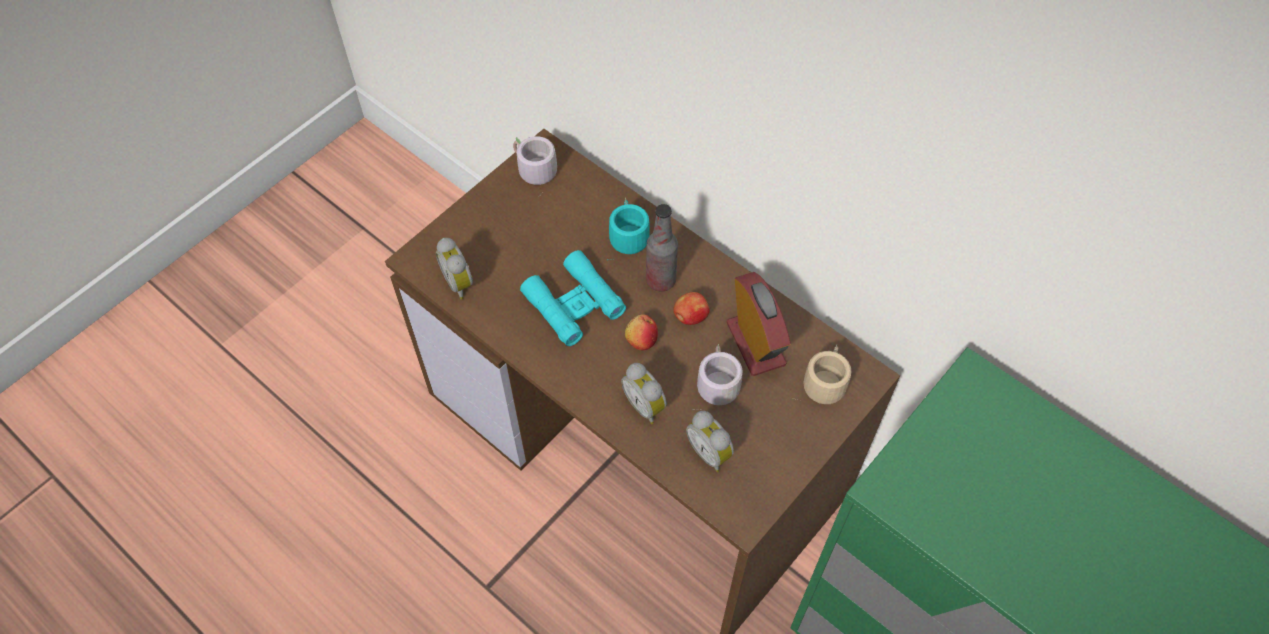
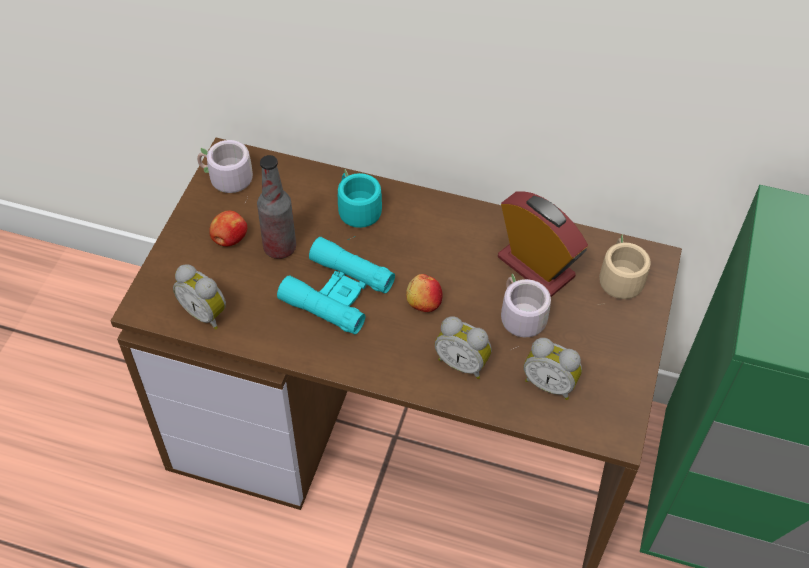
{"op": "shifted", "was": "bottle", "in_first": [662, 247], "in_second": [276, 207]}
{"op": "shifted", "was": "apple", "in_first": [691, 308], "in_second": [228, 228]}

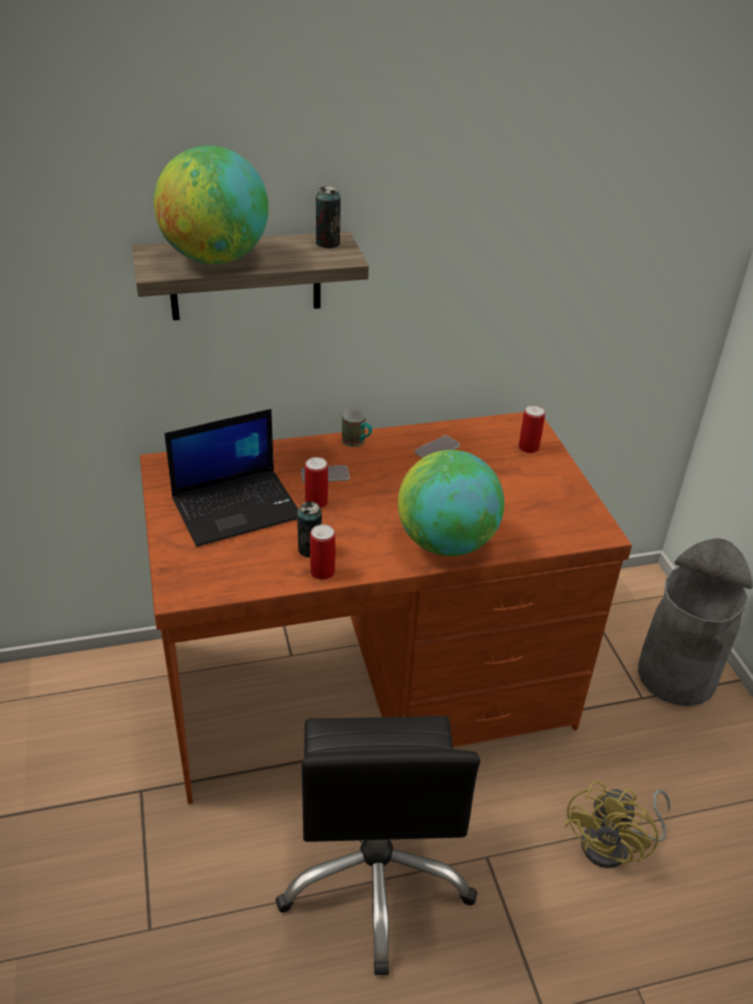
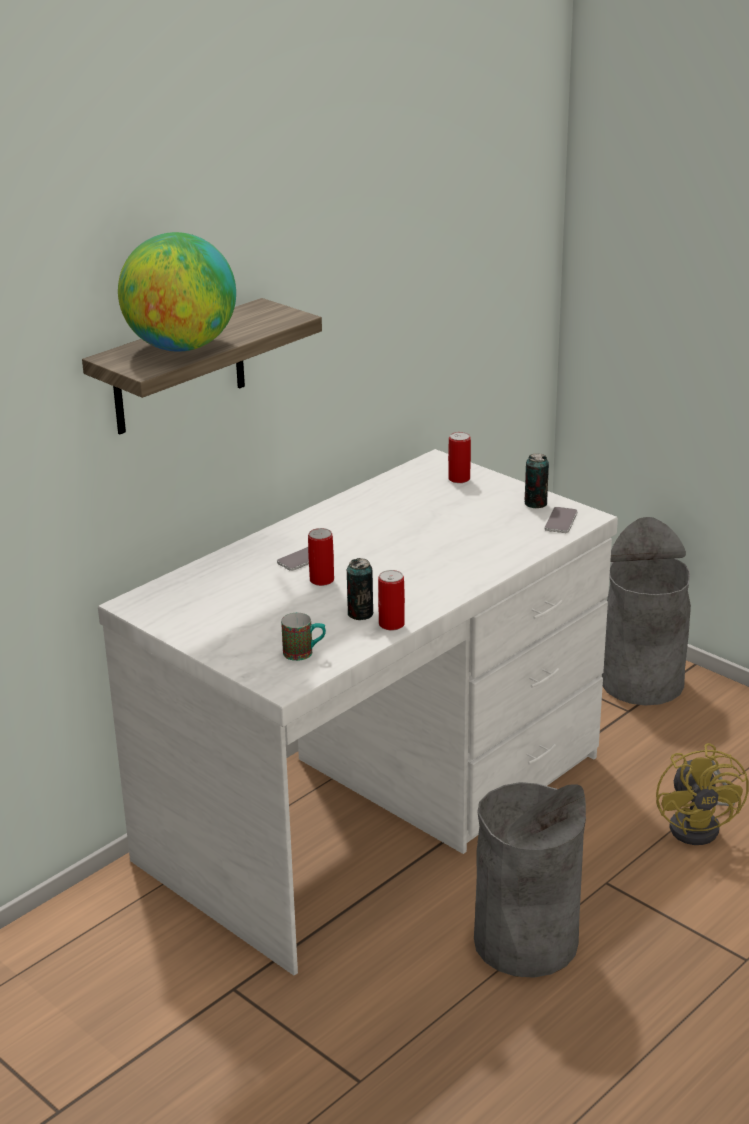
{"op": "shifted", "was": "can", "in_first": [328, 217], "in_second": [536, 481]}
{"op": "gone", "was": "laptop", "in_first": [231, 478]}
{"op": "shifted", "was": "mug", "in_first": [357, 428], "in_second": [303, 637]}
{"op": "repainted", "was": "brown desk", "now": "white desk", "in_first": [386, 608], "in_second": [358, 712]}
{"op": "shifted", "was": "phone", "in_first": [437, 446], "in_second": [561, 520]}
{"op": "gone", "was": "globe", "in_first": [451, 503]}
{"op": "swapped", "was": "black office chair", "now": "grey trash can", "in_first": [378, 846], "in_second": [530, 880]}

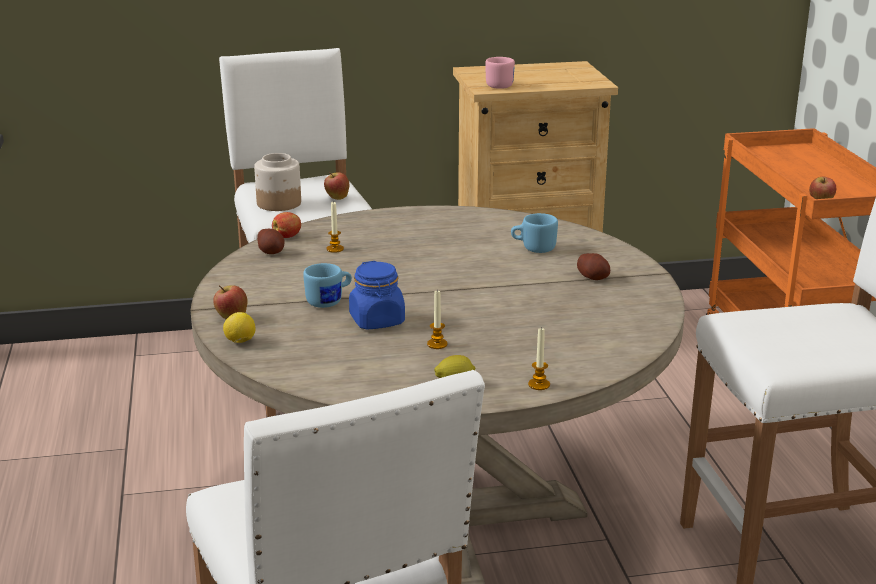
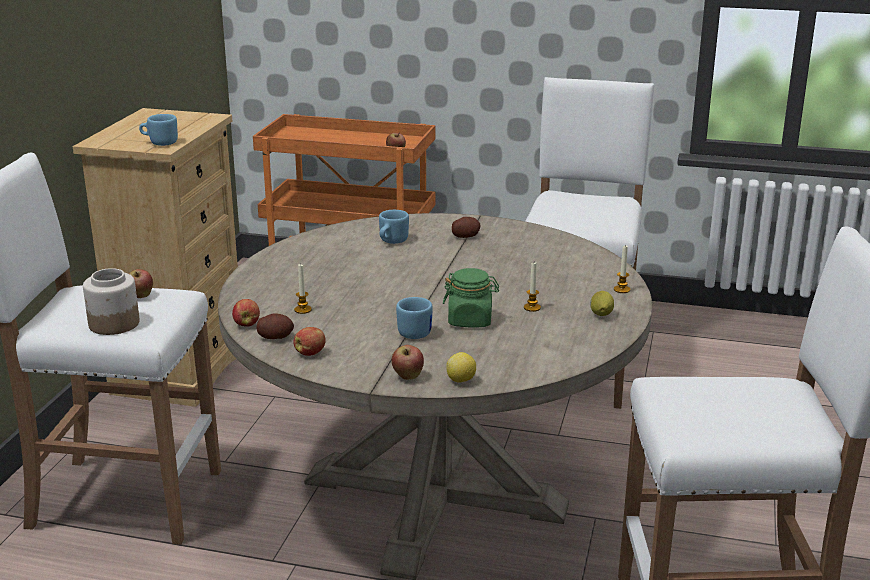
{"op": "repainted", "was": "pink mug", "now": "blue mug", "in_first": [500, 73], "in_second": [158, 130]}
{"op": "repainted", "was": "blue jar", "now": "green jar", "in_first": [377, 295], "in_second": [471, 297]}
{"op": "new", "now": "apple", "in_second": [309, 341]}

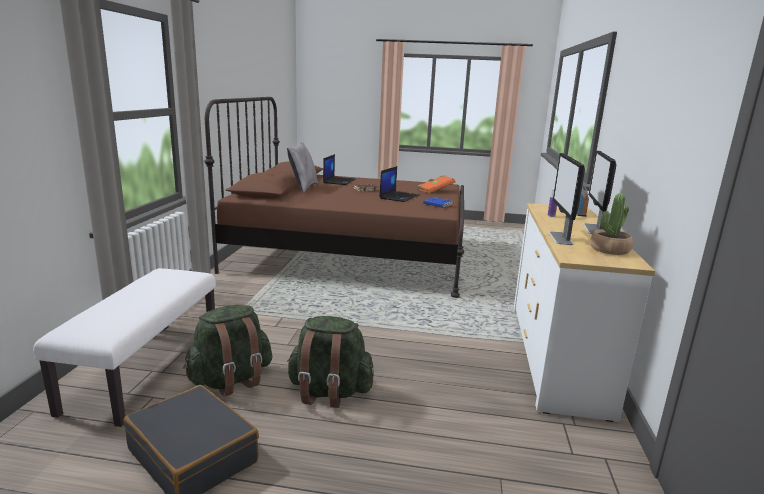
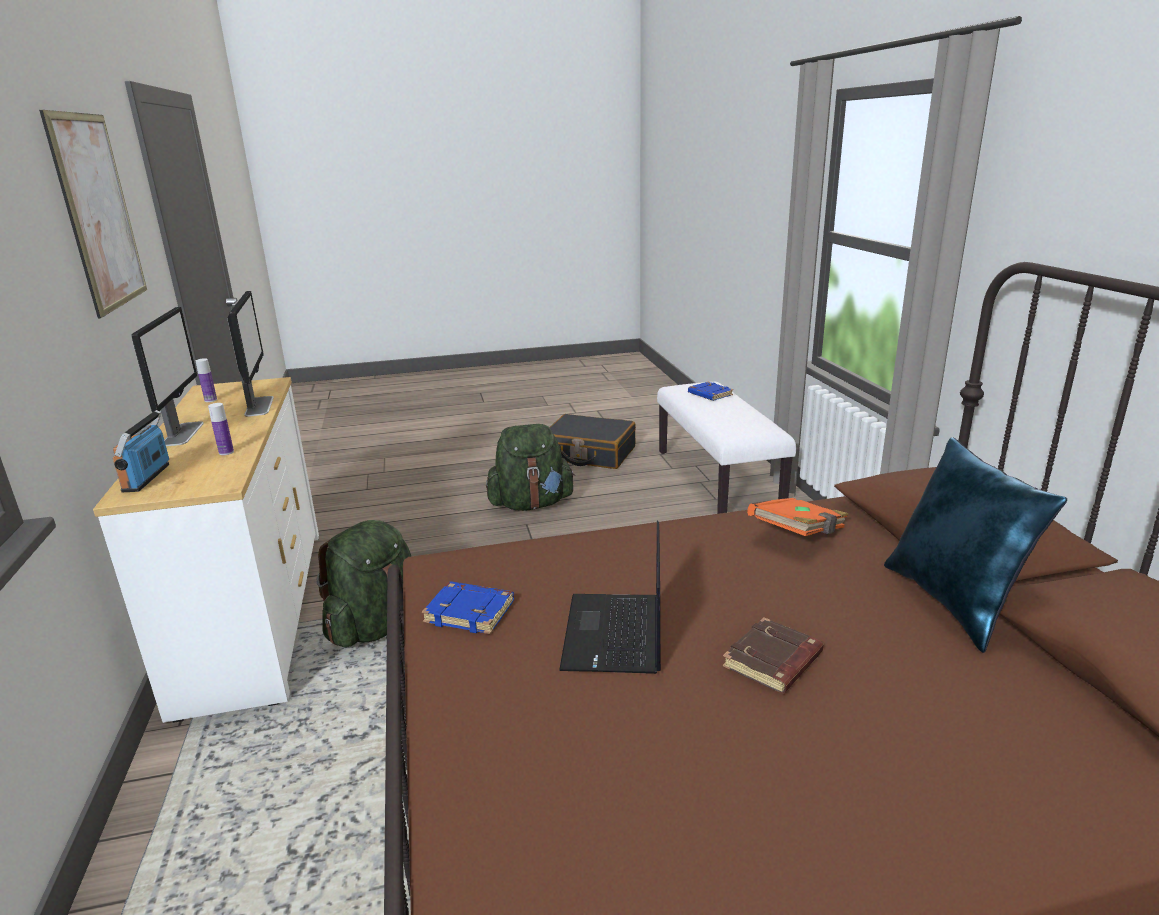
{"op": "repainted", "was": "grey pillow", "now": "blue pillow", "in_first": [302, 167], "in_second": [975, 545]}
{"op": "gone", "was": "laptop", "in_first": [339, 169]}
{"op": "shifted", "was": "orange book", "in_first": [436, 184], "in_second": [798, 517]}
{"op": "swapped", "was": "potted plant", "now": "bottle", "in_first": [611, 224], "in_second": [206, 380]}
{"op": "shifted", "was": "green backpack", "in_first": [227, 351], "in_second": [364, 583]}
{"op": "new", "now": "picture", "in_second": [93, 214]}
{"op": "new", "now": "blue book", "in_second": [710, 391]}

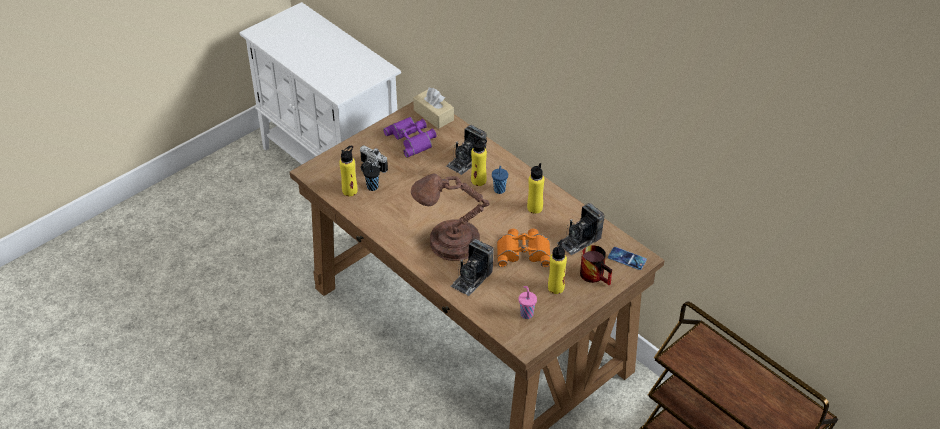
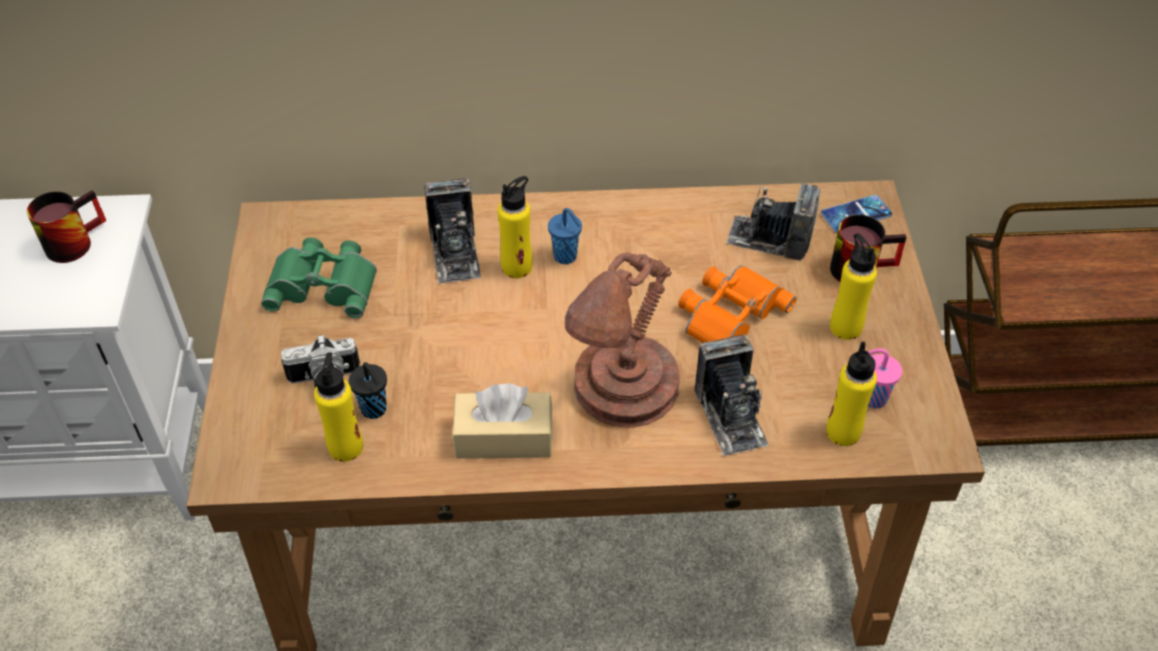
{"op": "shifted", "was": "beige tissue box", "in_first": [433, 108], "in_second": [502, 421]}
{"op": "repainted", "was": "purple binoculars", "now": "green binoculars", "in_first": [409, 137], "in_second": [319, 277]}
{"op": "shifted", "was": "yellow bottle", "in_first": [535, 188], "in_second": [851, 394]}
{"op": "rotated", "was": "photo camera", "in_first": [581, 229], "in_second": [773, 222], "clockwise": 105}
{"op": "new", "now": "mug", "in_second": [66, 226]}

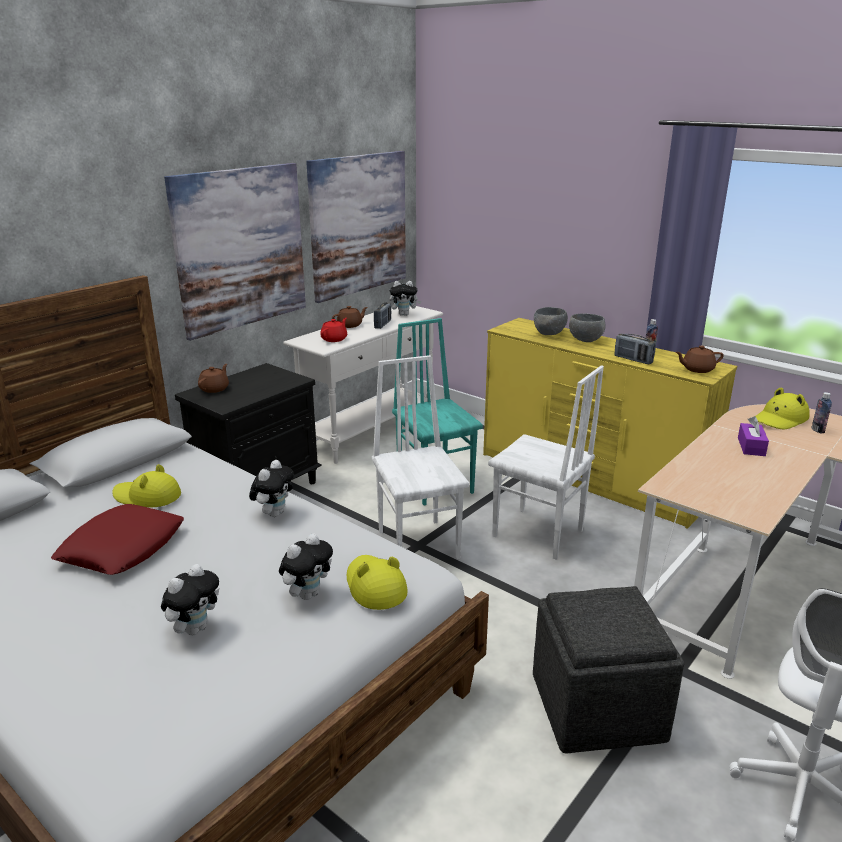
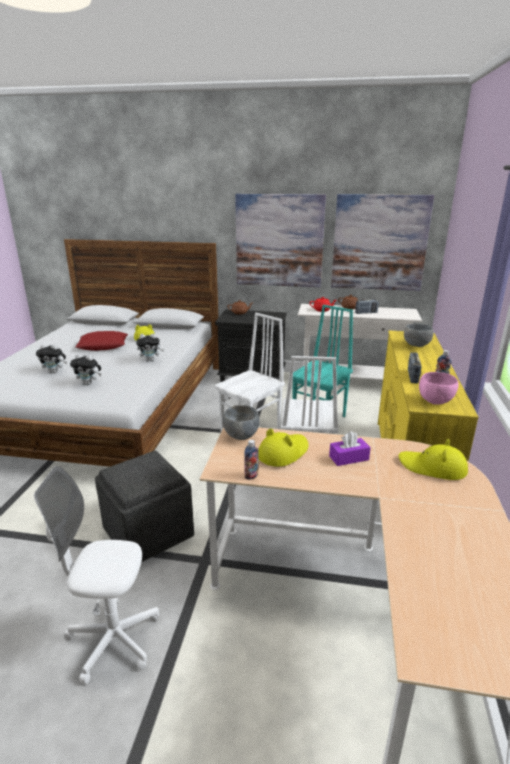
{"op": "gone", "was": "plush toy", "in_first": [405, 298]}
{"op": "shifted", "was": "grey bowl", "in_first": [587, 327], "in_second": [241, 422]}
{"op": "swapped", "was": "brown teapot", "now": "pink bowl", "in_first": [700, 359], "in_second": [438, 388]}
{"op": "shifted", "was": "bottle", "in_first": [821, 412], "in_second": [251, 460]}
{"op": "shifted", "was": "yellow hat", "in_first": [377, 582], "in_second": [283, 447]}

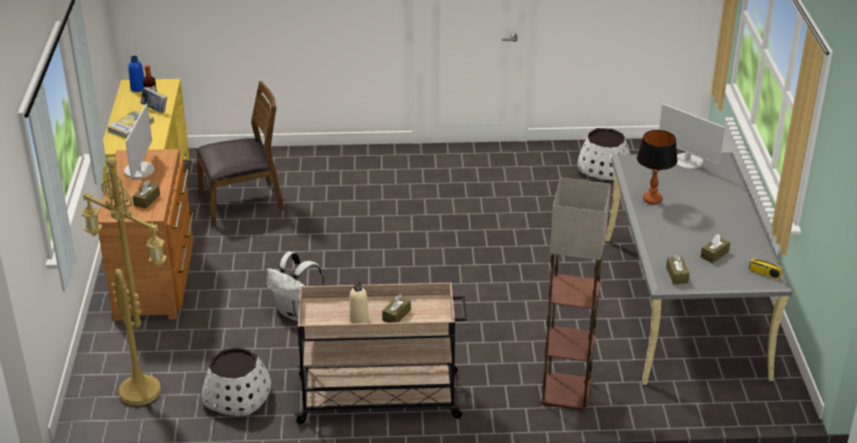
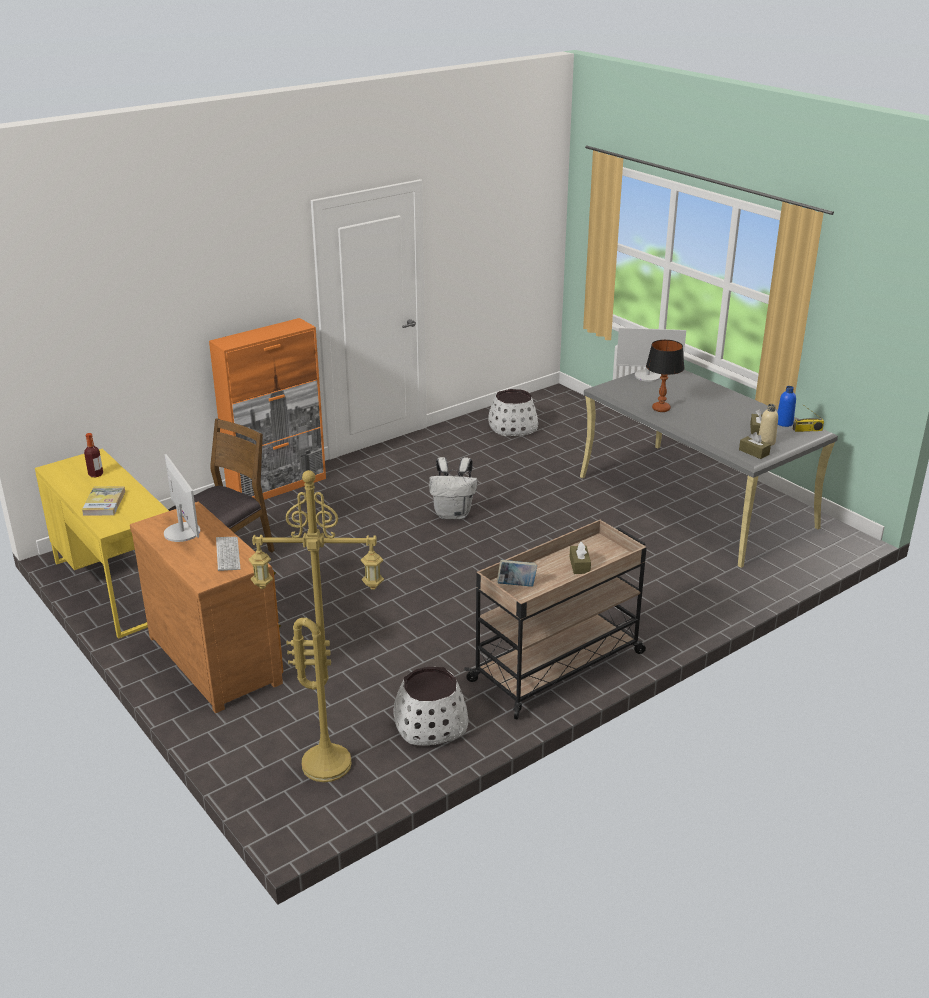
{"op": "shifted", "was": "blue bottle", "in_first": [136, 74], "in_second": [786, 406]}
{"op": "shifted", "was": "book", "in_first": [154, 100], "in_second": [517, 573]}
{"op": "gone", "was": "floor lamp", "in_first": [576, 294]}
{"op": "swapped", "was": "brown tissue box", "now": "keyboard", "in_first": [146, 194], "in_second": [228, 554]}
{"op": "shifted", "was": "white backpack", "in_first": [295, 286], "in_second": [453, 488]}
{"op": "shifted", "was": "beige bottle", "in_first": [359, 303], "in_second": [768, 425]}
{"op": "new", "now": "orange cabinet", "in_second": [267, 409]}

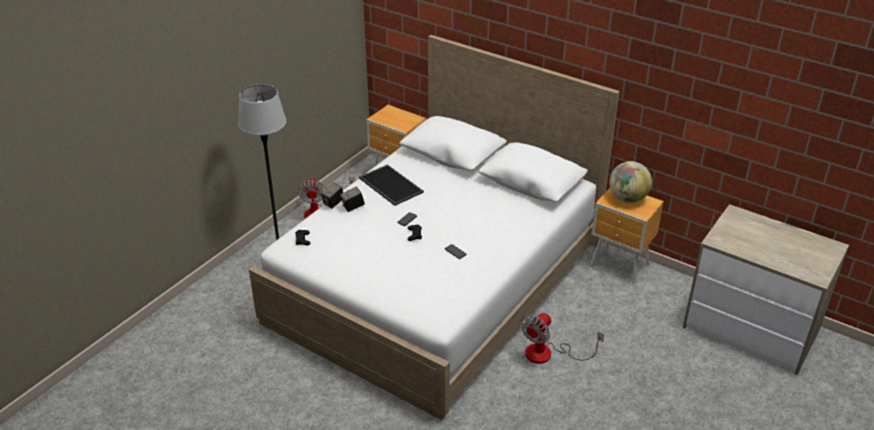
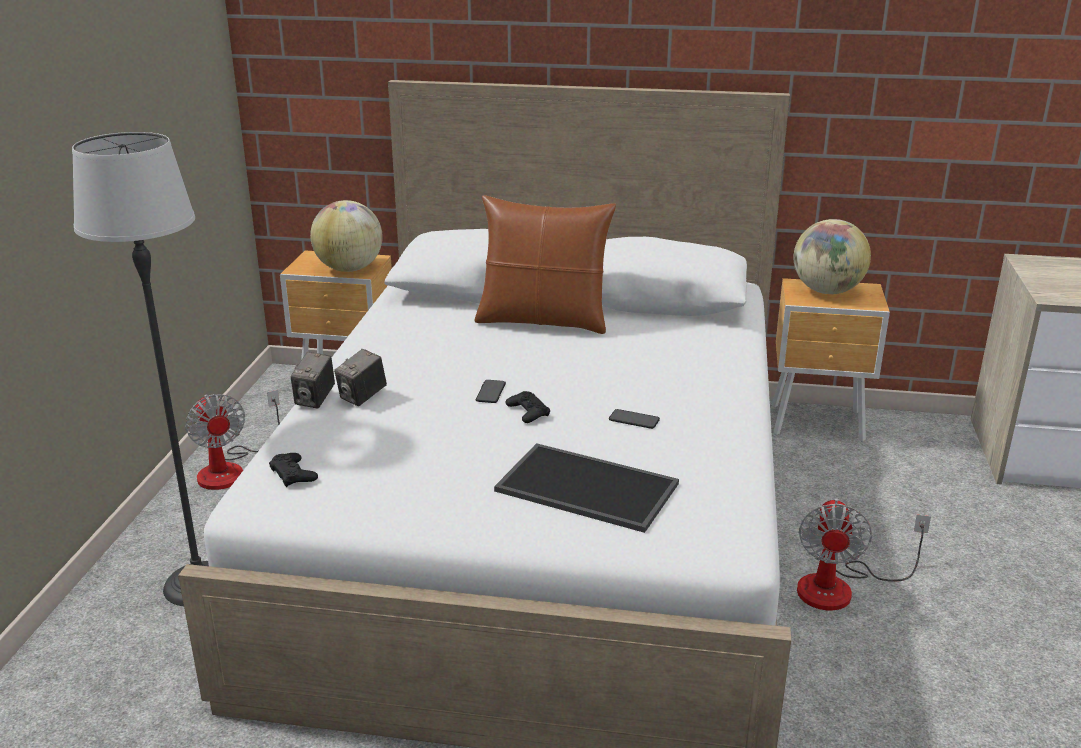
{"op": "shifted", "was": "tray", "in_first": [391, 185], "in_second": [586, 488]}
{"op": "new", "now": "brown pillow", "in_second": [545, 264]}
{"op": "new", "now": "globe", "in_second": [346, 236]}

